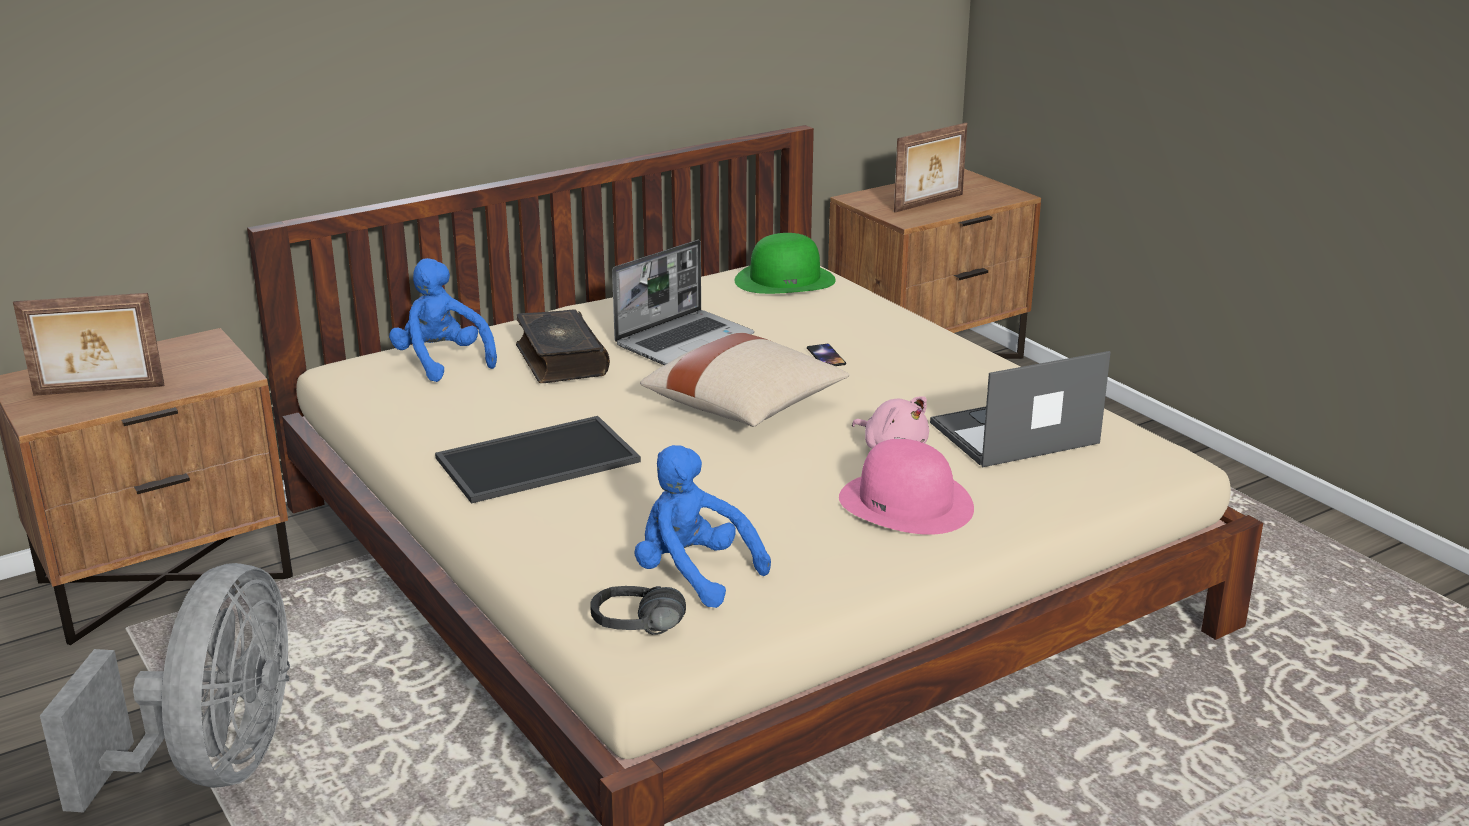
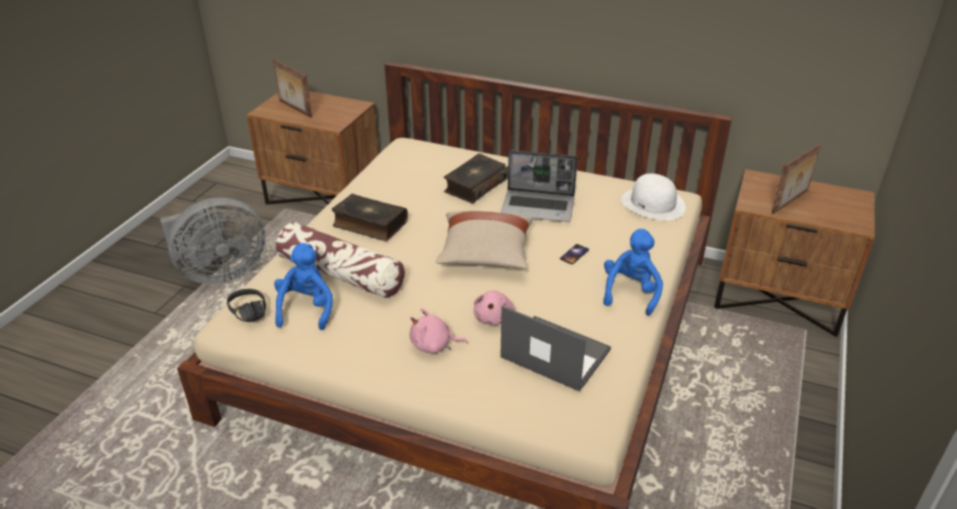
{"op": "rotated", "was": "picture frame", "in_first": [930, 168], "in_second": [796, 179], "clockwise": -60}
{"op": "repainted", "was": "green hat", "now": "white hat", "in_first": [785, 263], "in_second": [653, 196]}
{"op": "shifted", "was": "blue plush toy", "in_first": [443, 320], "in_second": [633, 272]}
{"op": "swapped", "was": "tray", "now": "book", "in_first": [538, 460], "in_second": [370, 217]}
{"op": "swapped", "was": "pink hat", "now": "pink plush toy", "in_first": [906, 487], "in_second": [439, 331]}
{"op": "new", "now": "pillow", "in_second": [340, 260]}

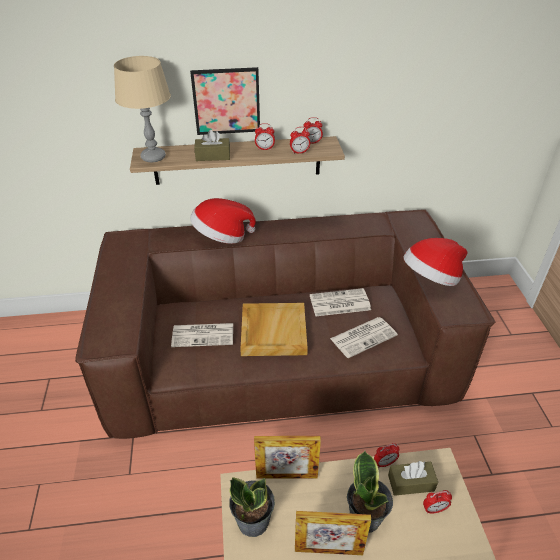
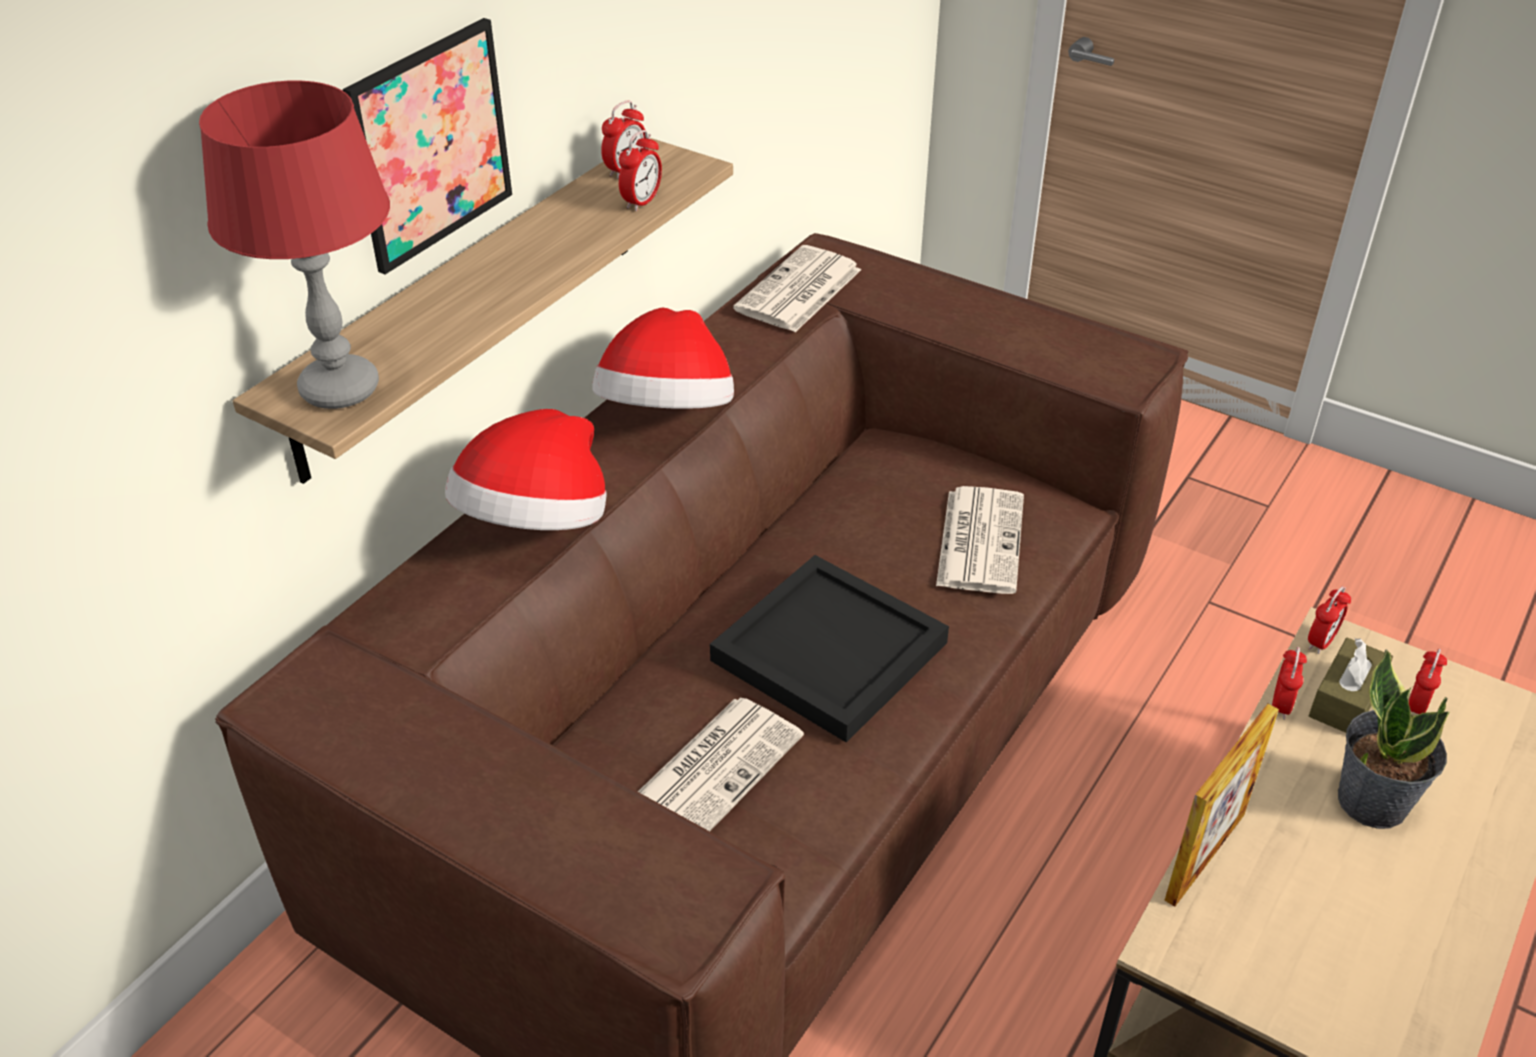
{"op": "repainted", "was": "beige table lamp", "now": "red table lamp", "in_first": [142, 109], "in_second": [294, 245]}
{"op": "shifted", "was": "alarm clock", "in_first": [265, 136], "in_second": [1329, 620]}
{"op": "gone", "was": "brown tissue box", "in_first": [212, 145]}
{"op": "shifted", "was": "hat", "in_first": [435, 262], "in_second": [663, 358]}
{"op": "shifted", "was": "newspaper", "in_first": [340, 302], "in_second": [797, 288]}
{"op": "repainted", "was": "beige tray", "now": "black tray", "in_first": [274, 329], "in_second": [829, 649]}
{"op": "gone", "was": "potted plant", "in_first": [252, 507]}
{"op": "gone", "was": "picture frame", "in_first": [333, 533]}

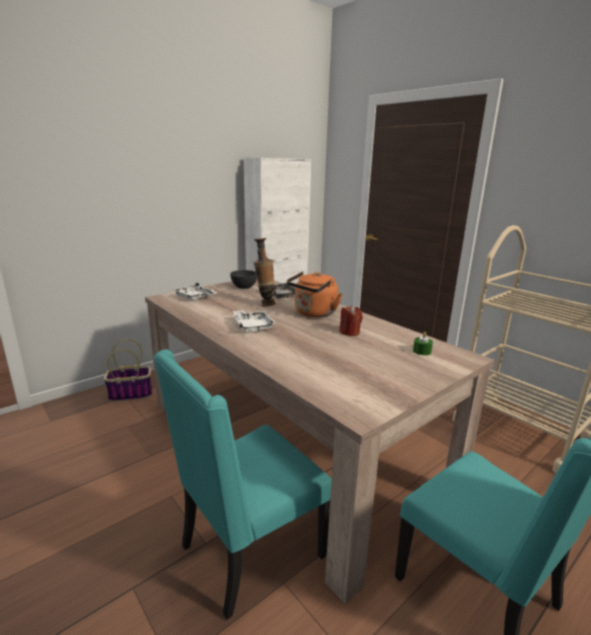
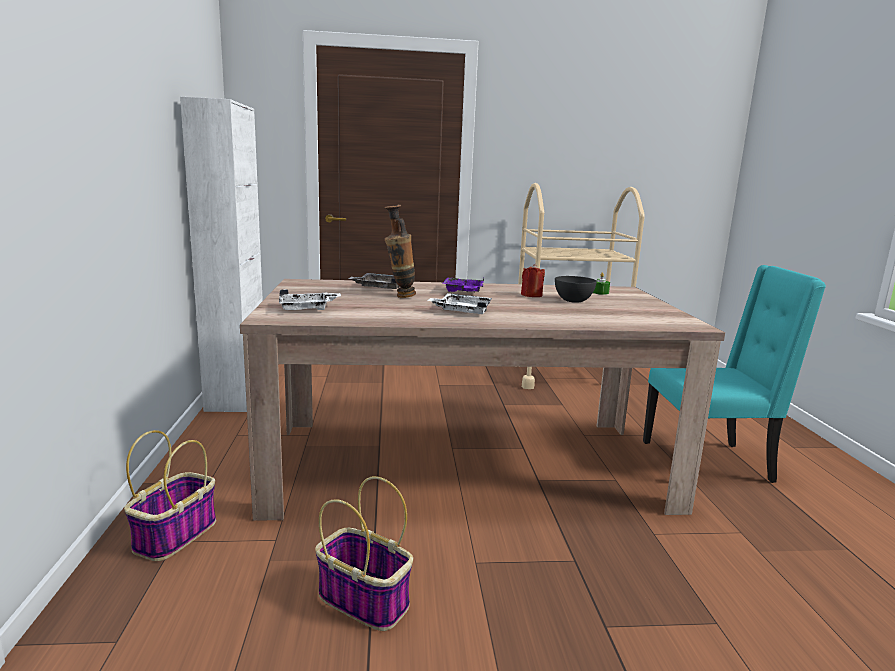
{"op": "shifted", "was": "grey bowl", "in_first": [243, 279], "in_second": [576, 289]}
{"op": "swapped", "was": "orange kettle", "now": "purple tray", "in_first": [314, 294], "in_second": [463, 285]}
{"op": "gone", "was": "turquoise chair", "in_first": [243, 484]}
{"op": "new", "now": "basket", "in_second": [364, 553]}

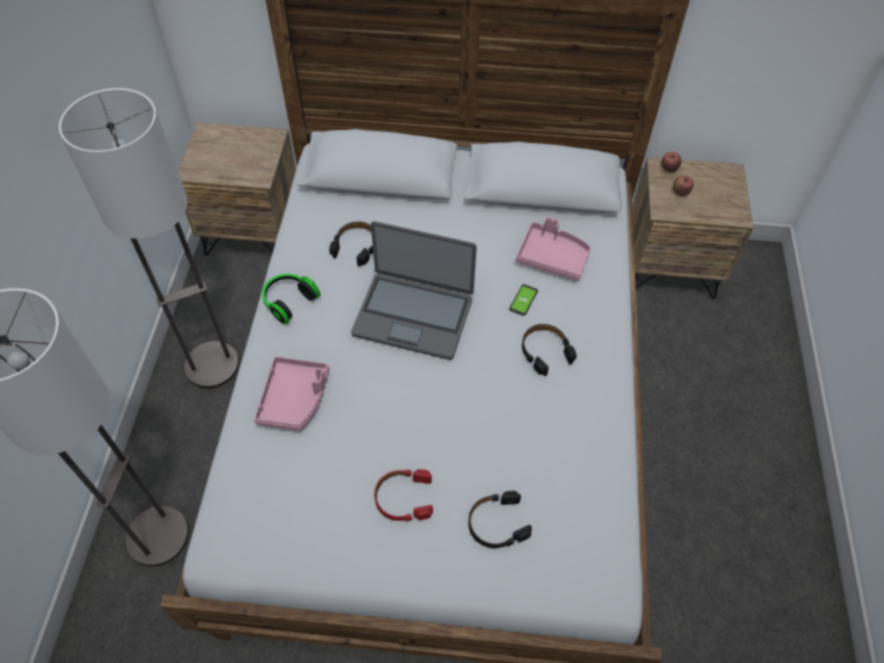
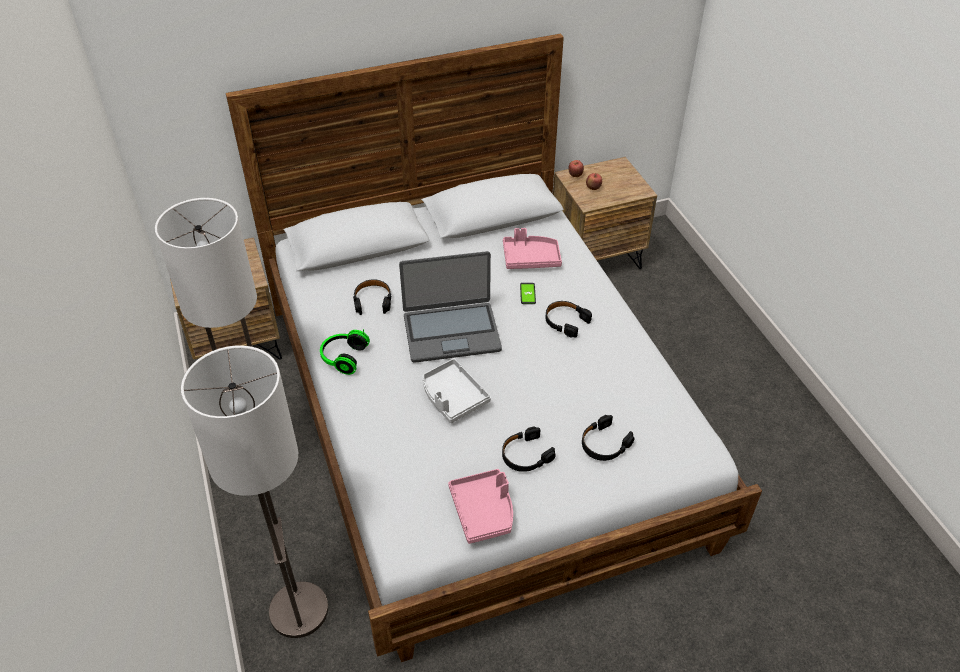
{"op": "shifted", "was": "pink tray", "in_first": [291, 394], "in_second": [480, 506]}
{"op": "repainted", "was": "red headphones", "now": "black headphones", "in_first": [403, 495], "in_second": [529, 449]}
{"op": "new", "now": "grey tray", "in_second": [456, 390]}

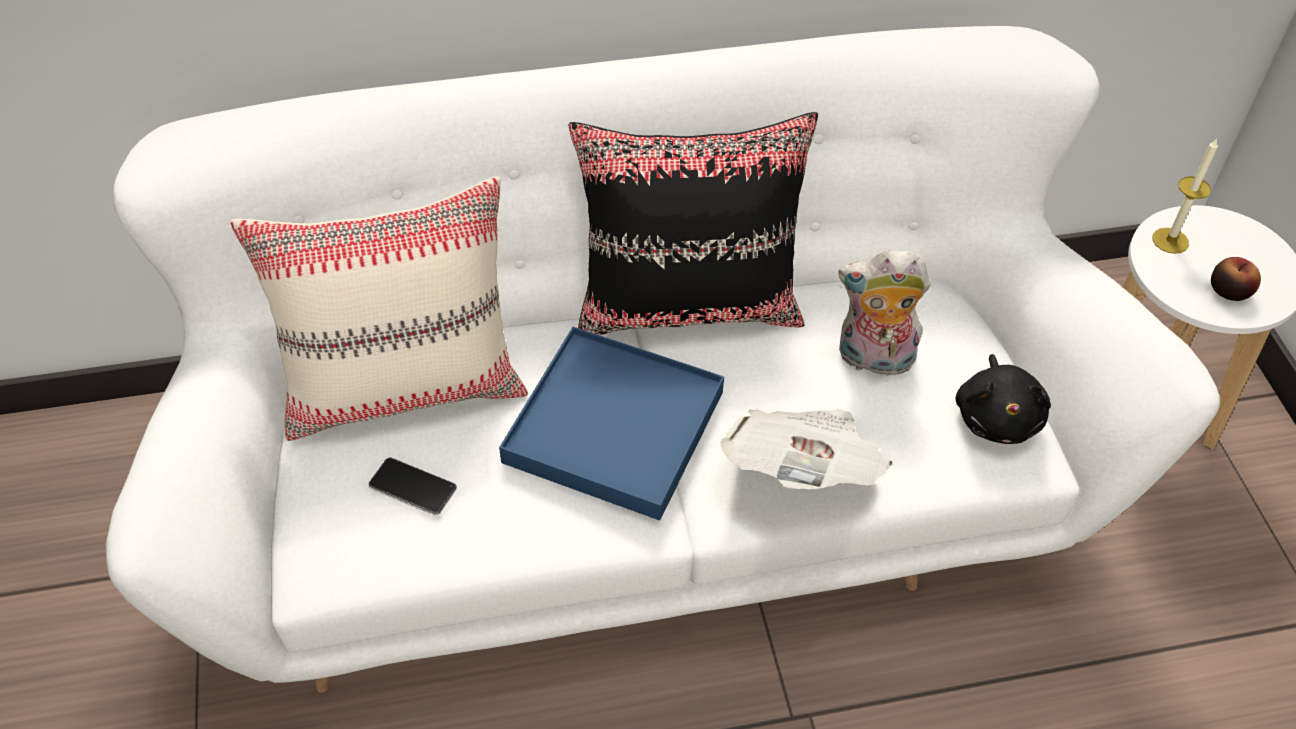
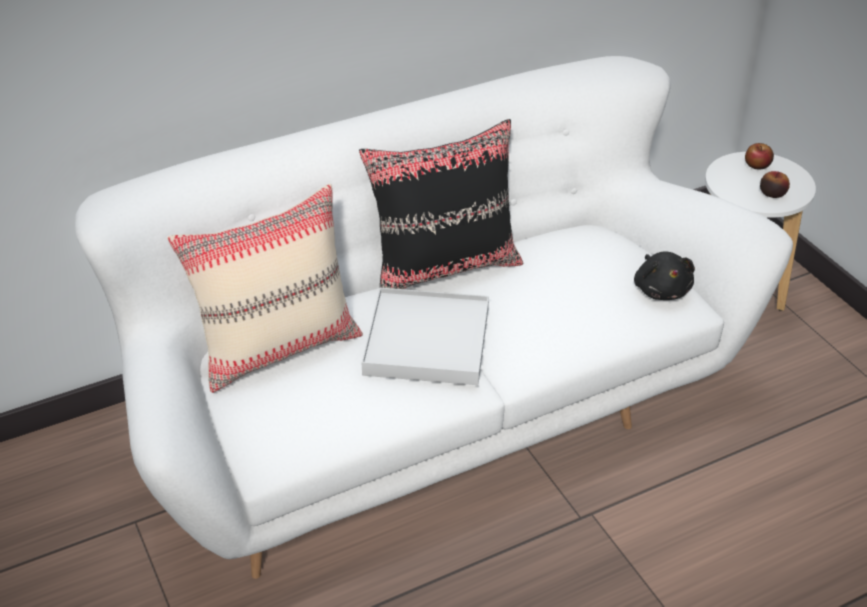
{"op": "gone", "was": "candle", "in_first": [1185, 196]}
{"op": "gone", "was": "plush toy", "in_first": [885, 316]}
{"op": "repainted", "was": "blue tray", "now": "white tray", "in_first": [611, 423], "in_second": [425, 336]}
{"op": "gone", "was": "newspaper", "in_first": [806, 449]}
{"op": "gone", "was": "phone", "in_first": [413, 486]}
{"op": "new", "now": "apple", "in_second": [759, 156]}

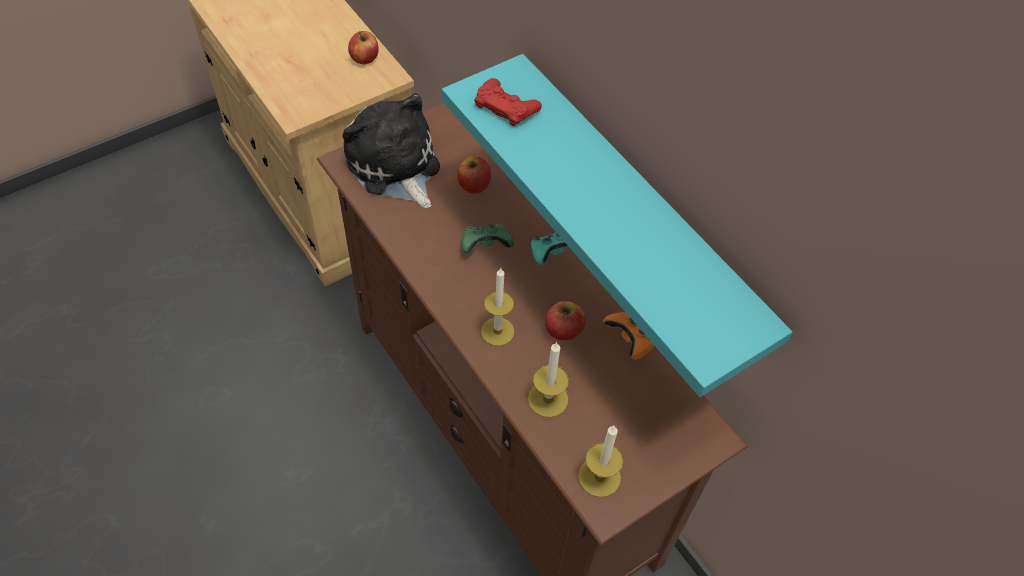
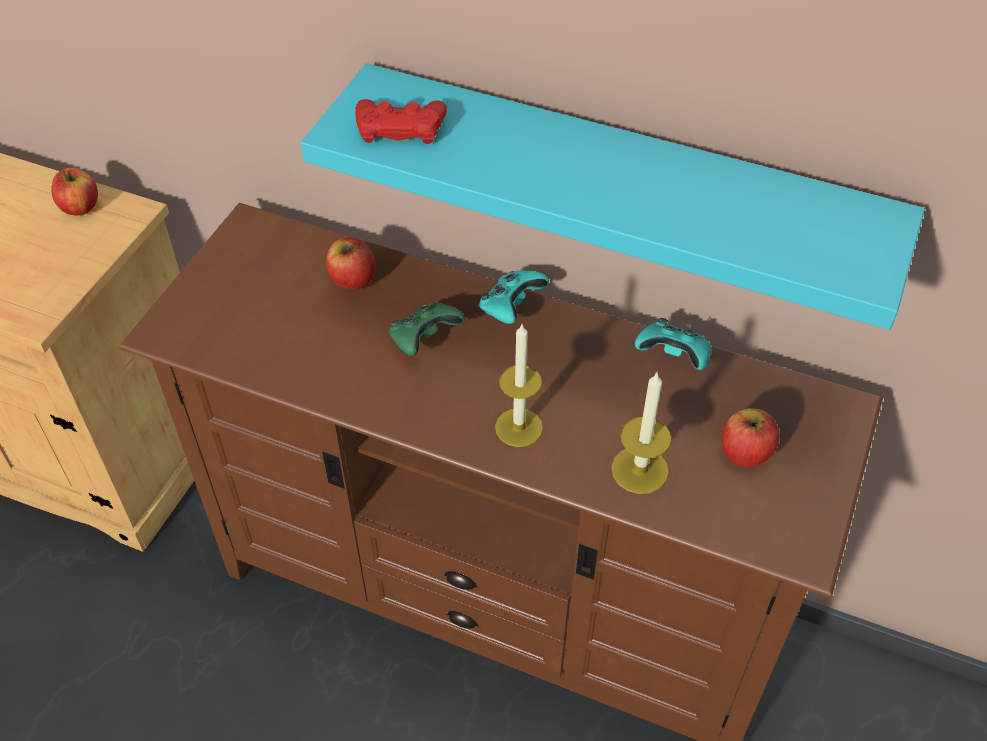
{"op": "gone", "was": "plush toy", "in_first": [391, 150]}
{"op": "shifted", "was": "apple", "in_first": [565, 320], "in_second": [751, 438]}
{"op": "repainted", "was": "orange game controller", "now": "turquoise game controller", "in_first": [628, 336], "in_second": [673, 344]}
{"op": "gone", "was": "candle", "in_first": [600, 461]}

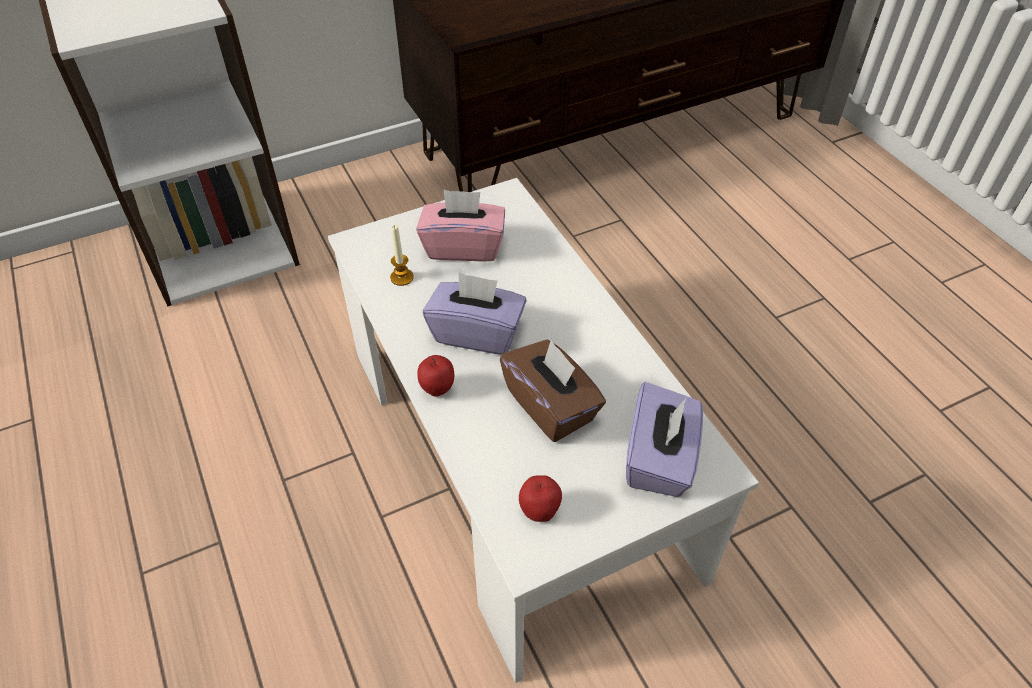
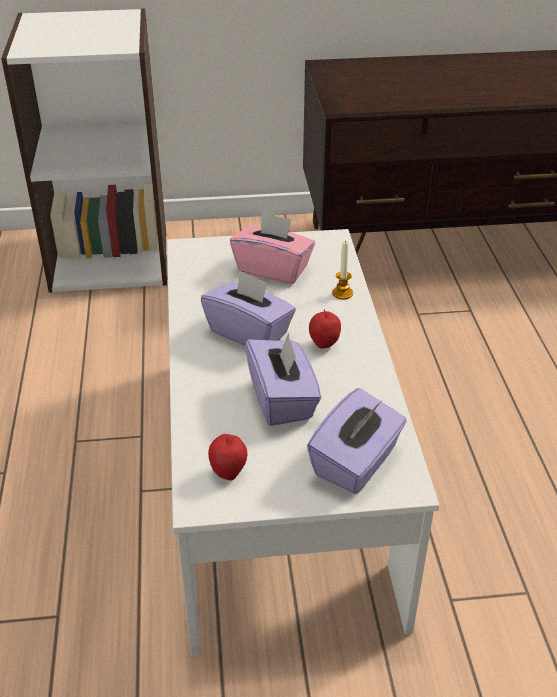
{"op": "shifted", "was": "candle", "in_first": [402, 255], "in_second": [342, 270]}
{"op": "repainted", "was": "brown tissue box", "now": "purple tissue box", "in_first": [553, 390], "in_second": [283, 379]}
{"op": "shifted", "was": "apple", "in_first": [435, 376], "in_second": [325, 329]}

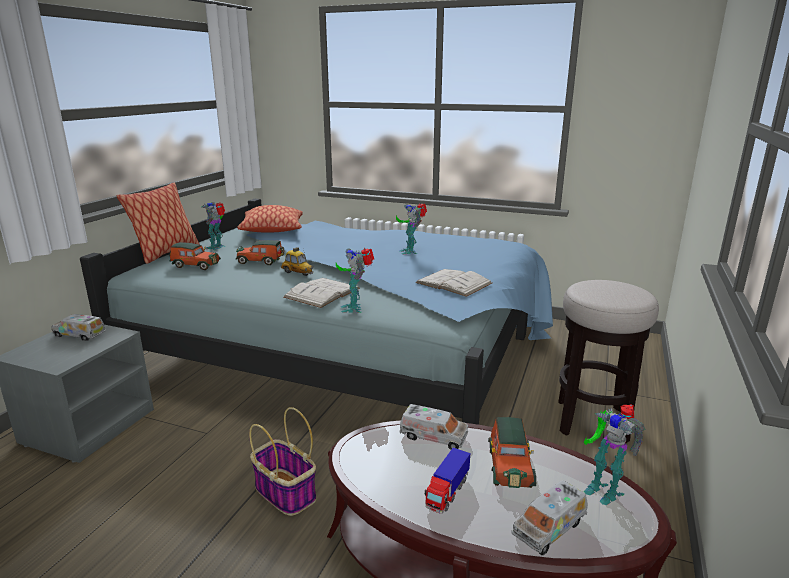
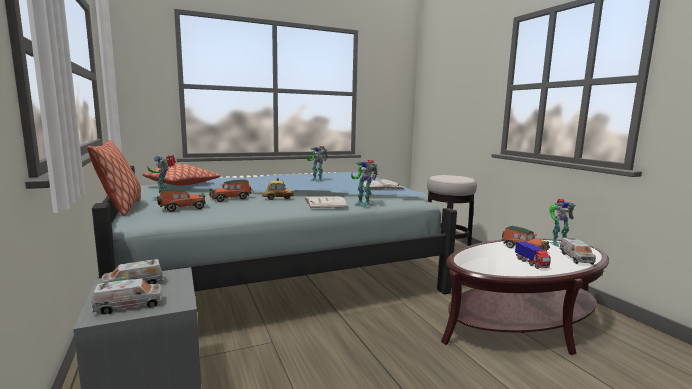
{"op": "shifted", "was": "toy truck", "in_first": [433, 426], "in_second": [127, 296]}
{"op": "gone", "was": "basket", "in_first": [282, 461]}

